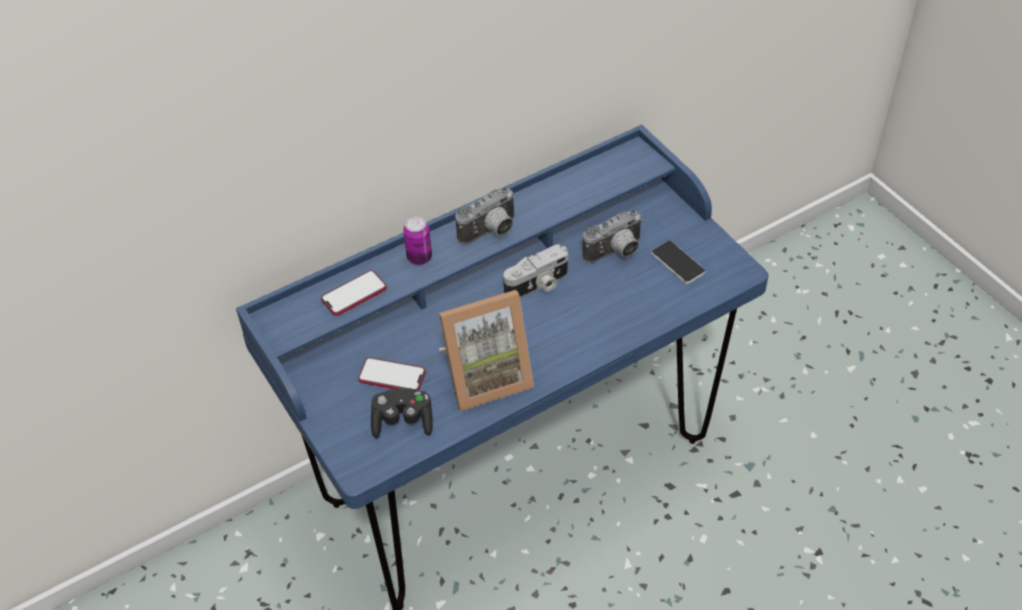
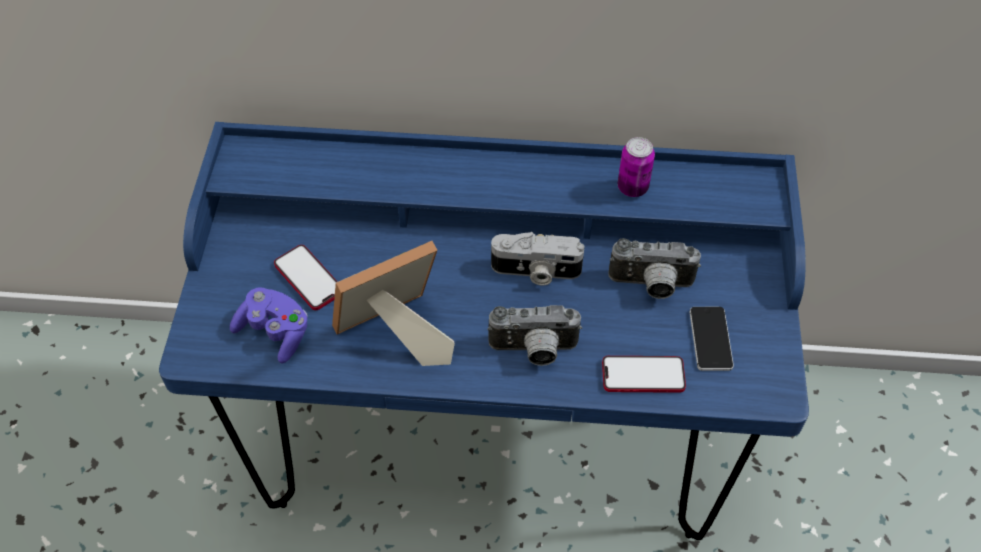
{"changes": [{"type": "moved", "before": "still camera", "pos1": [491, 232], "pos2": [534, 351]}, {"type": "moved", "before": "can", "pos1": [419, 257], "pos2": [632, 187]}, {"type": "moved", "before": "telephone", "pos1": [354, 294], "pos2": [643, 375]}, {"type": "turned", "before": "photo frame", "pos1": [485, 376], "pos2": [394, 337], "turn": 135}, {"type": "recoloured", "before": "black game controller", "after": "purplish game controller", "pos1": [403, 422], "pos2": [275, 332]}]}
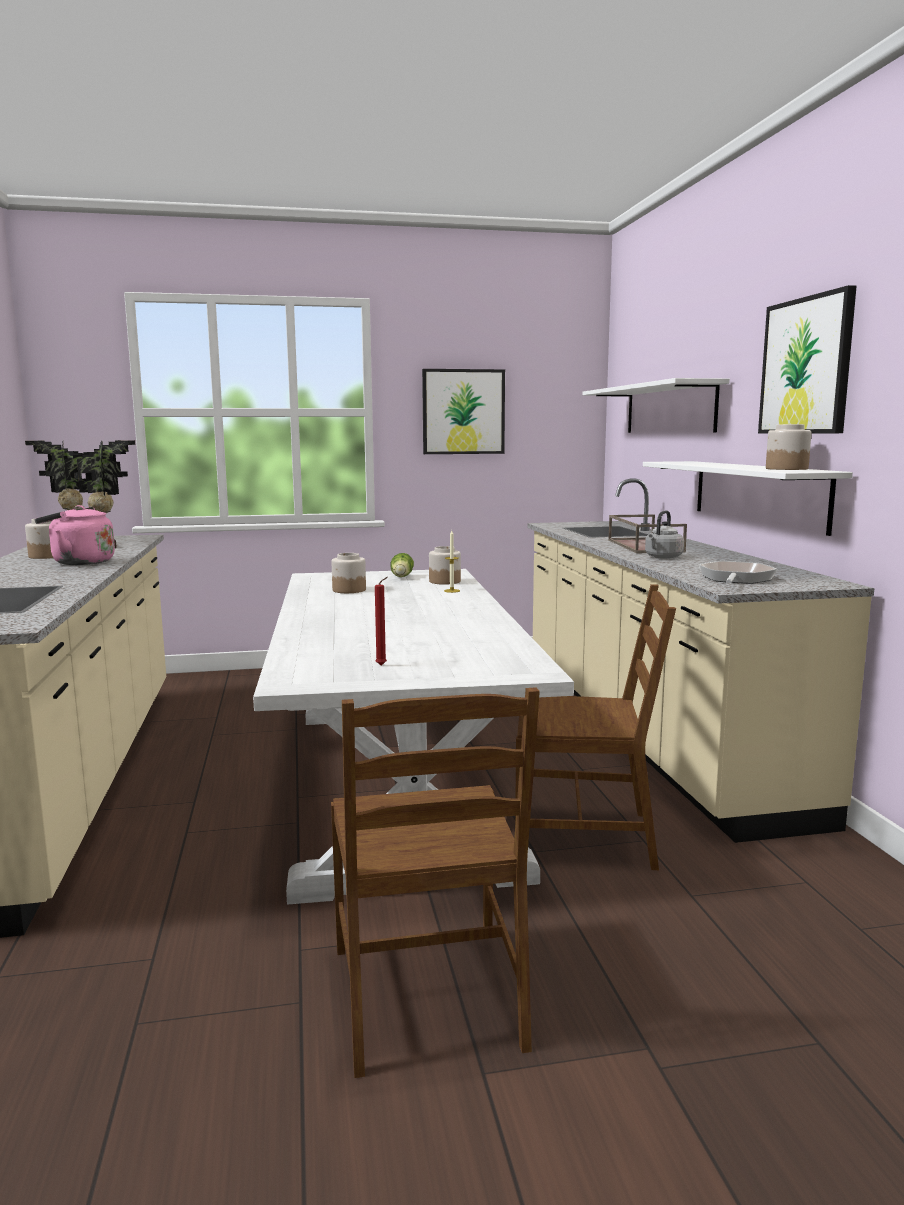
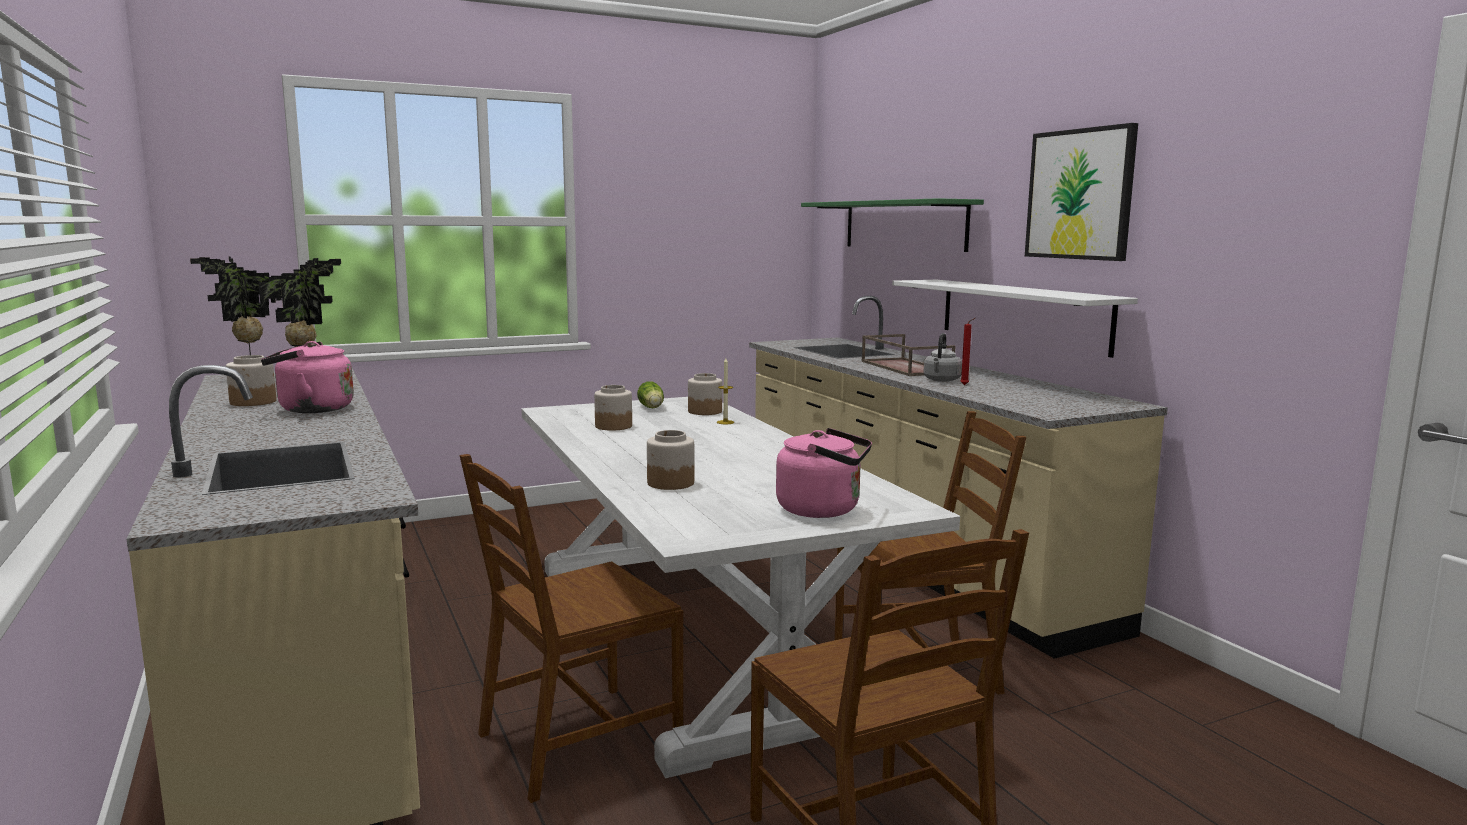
{"changes": [{"type": "removed", "before": "wall picture", "pos1": [463, 412]}, {"type": "recoloured", "before": "whitish bracket shelf", "after": "green bracket shelf", "pos1": [669, 409], "pos2": [903, 225]}, {"type": "moved", "before": "preserve jar", "pos1": [786, 469], "pos2": [670, 483]}, {"type": "removed", "before": "pan", "pos1": [735, 579]}, {"type": "moved", "before": "red wax candle", "pos1": [382, 665], "pos2": [965, 385]}, {"type": "added", "after": "pink kettle", "pos2": [823, 510]}, {"type": "added", "after": "brownish upright chair", "pos2": [577, 742]}]}
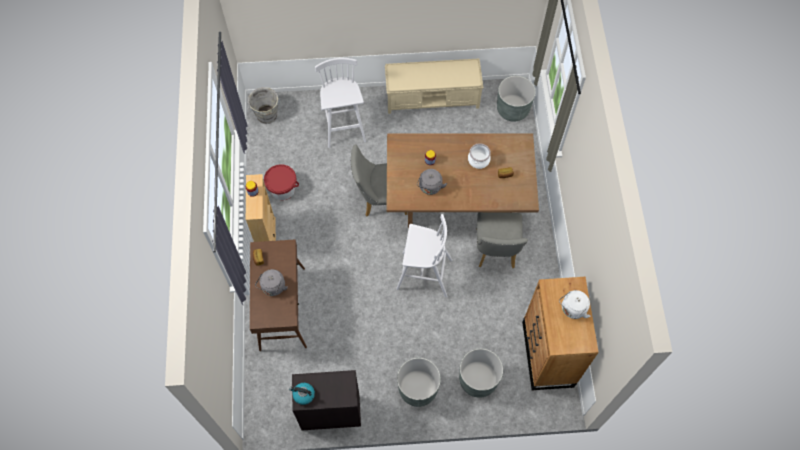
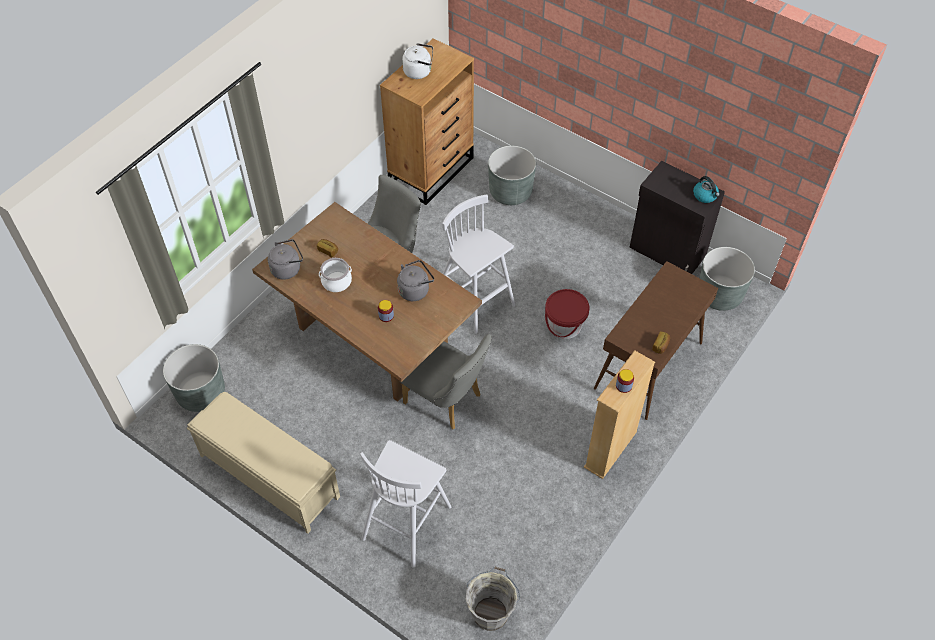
{"changes": [{"type": "moved", "before": "red water bucket", "pos1": [282, 189], "pos2": [564, 325]}, {"type": "moved", "before": "grey kettle", "pos1": [273, 288], "pos2": [287, 268]}, {"type": "moved", "before": "grey plant pot", "pos1": [418, 388], "pos2": [719, 294]}]}
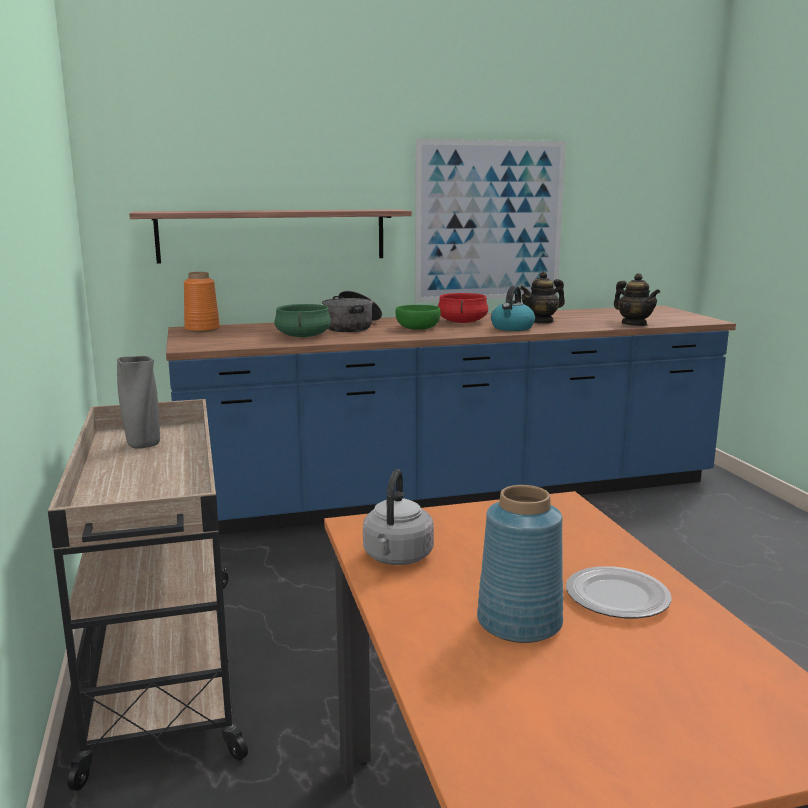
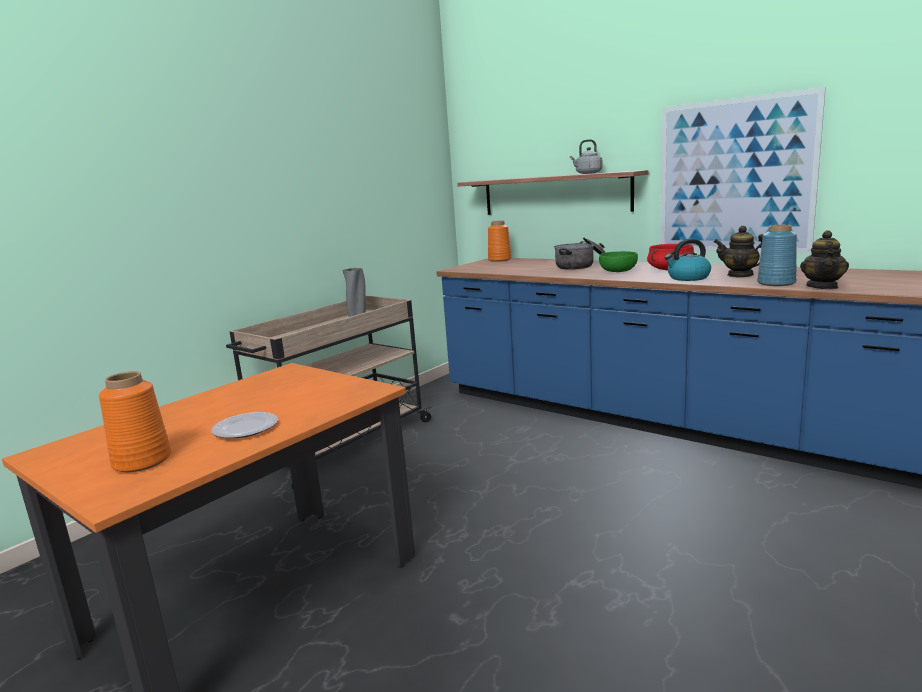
{"changes": [{"type": "removed", "before": "green saucepot", "pos1": [303, 336]}, {"type": "moved", "before": "grey kettle", "pos1": [397, 558], "pos2": [587, 173]}, {"type": "moved", "before": "bluish vase", "pos1": [517, 622], "pos2": [775, 283]}, {"type": "added", "after": "orange vase", "pos2": [142, 461]}]}
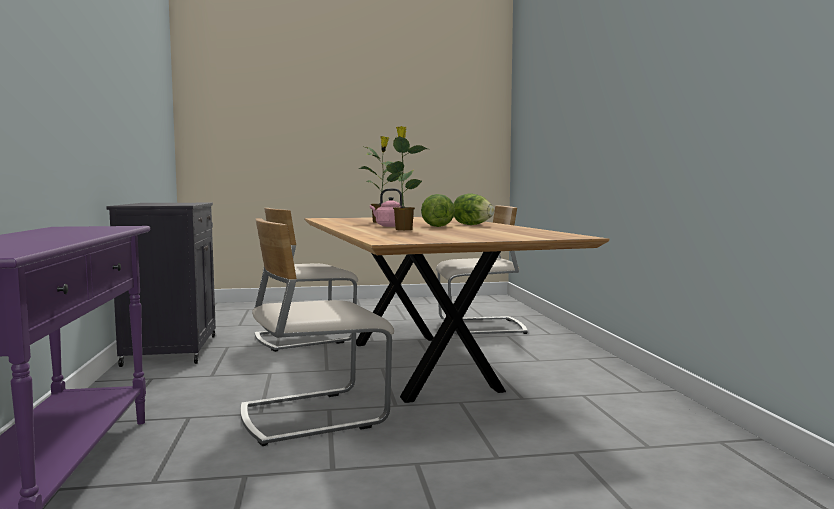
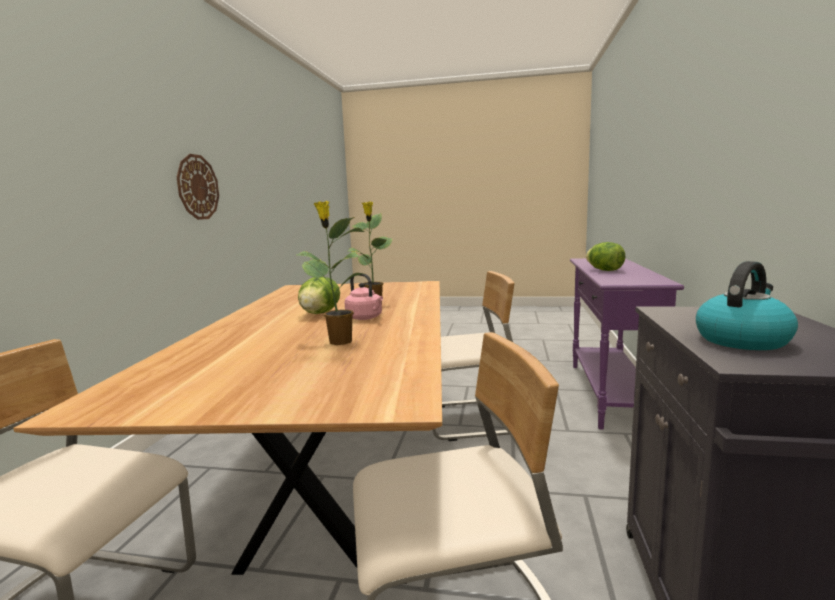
{"changes": [{"type": "moved", "before": "lettuce", "pos1": [472, 225], "pos2": [604, 270]}, {"type": "added", "after": "clock on the wall", "pos2": [198, 187]}, {"type": "added", "after": "kettle", "pos2": [742, 340]}]}
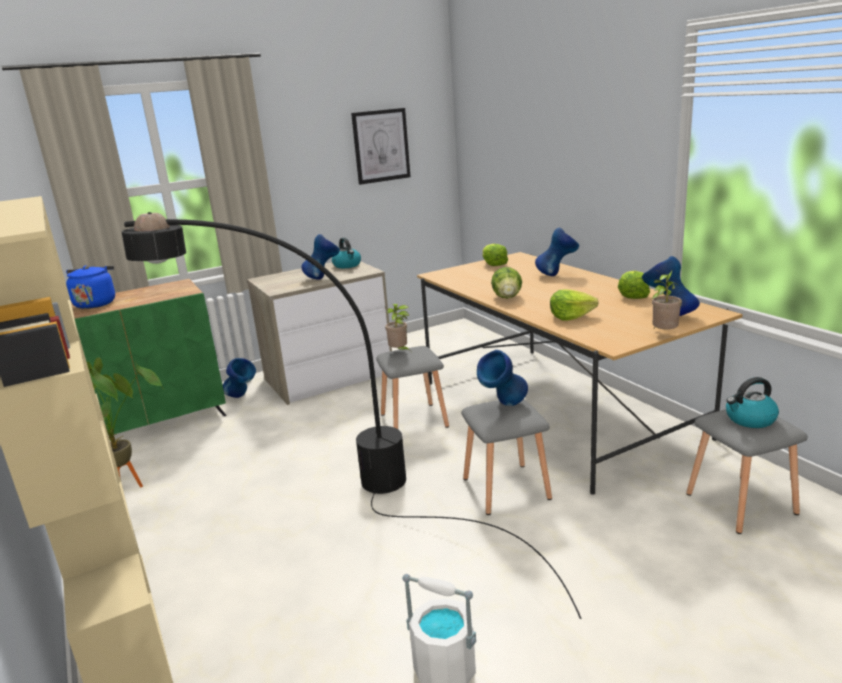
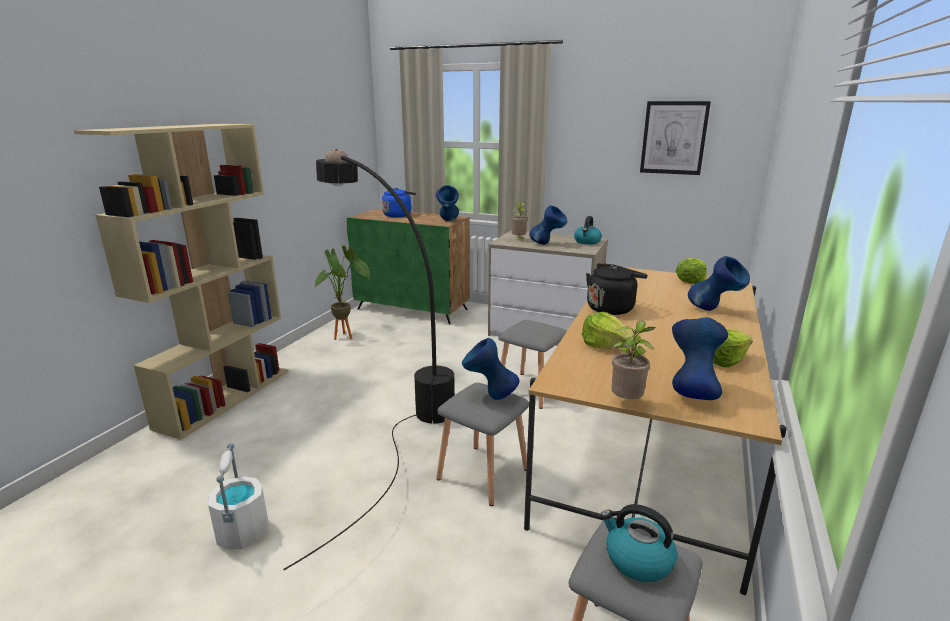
{"changes": [{"type": "replaced", "before": "lettuce", "after": "black kettle", "pos1": [507, 297], "pos2": [611, 308]}, {"type": "moved", "before": "plant in a pot", "pos1": [399, 351], "pos2": [519, 239]}, {"type": "moved", "before": "bluish vase", "pos1": [242, 397], "pos2": [448, 221]}]}
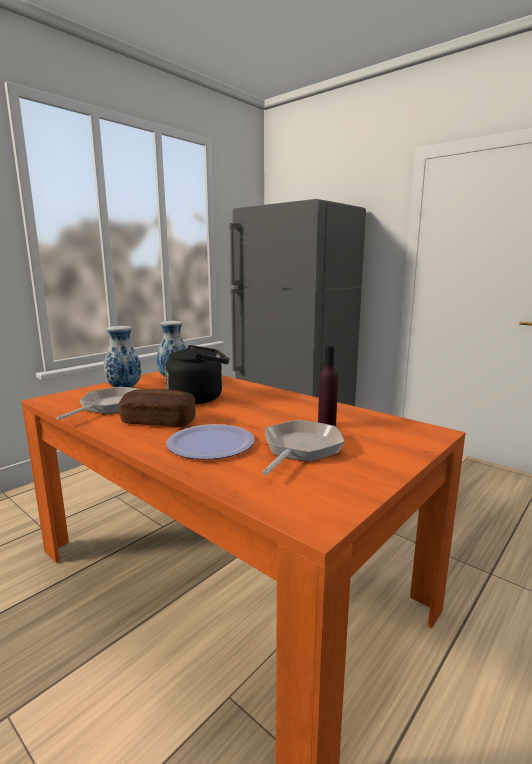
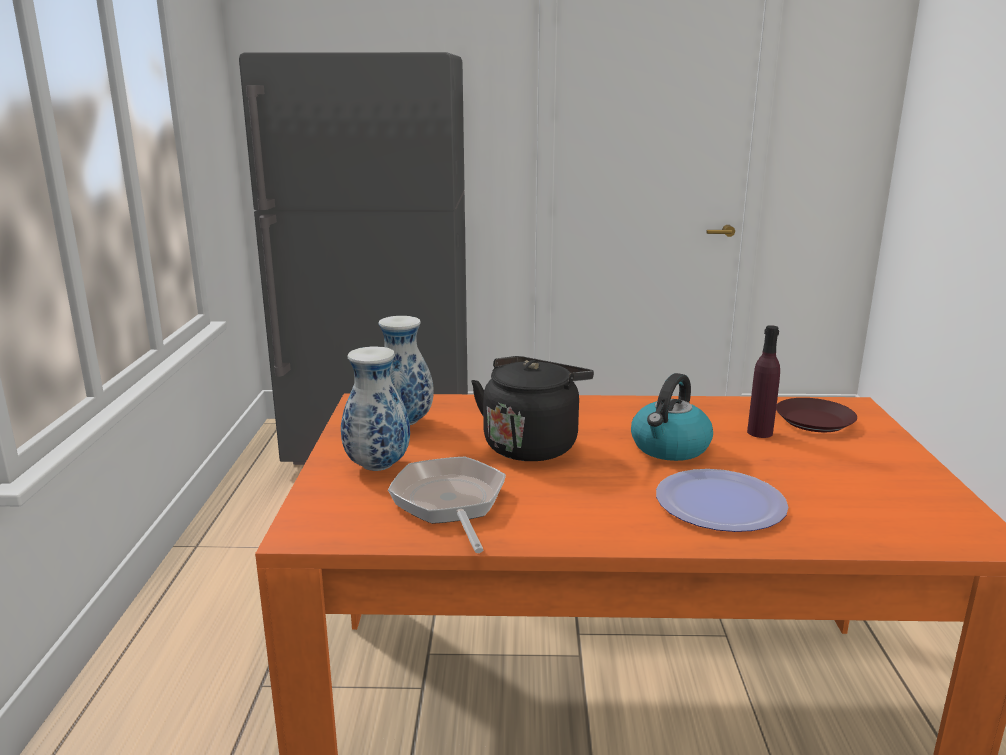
{"changes": [{"type": "removed", "before": "baked bread", "pos1": [159, 421]}, {"type": "removed", "before": "pan", "pos1": [300, 449]}, {"type": "added", "after": "kettle", "pos2": [670, 448]}, {"type": "added", "after": "brownish flat dish", "pos2": [813, 421]}]}
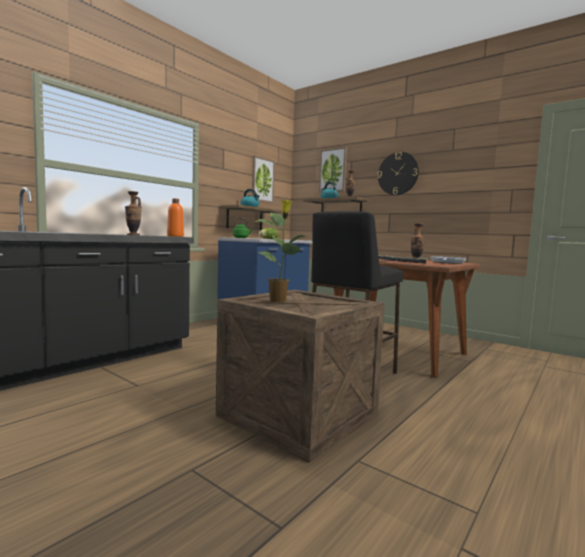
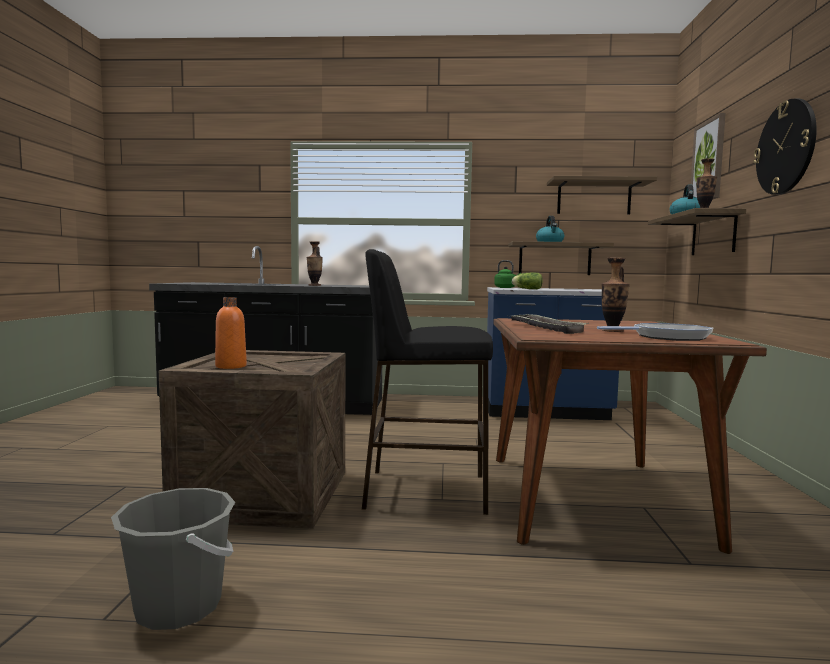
{"changes": [{"type": "replaced", "before": "wall picture", "after": "bracket shelf", "pos1": [262, 180], "pos2": [594, 198]}, {"type": "moved", "before": "orange drink bottle", "pos1": [175, 236], "pos2": [231, 366]}, {"type": "removed", "before": "plant in a pot", "pos1": [279, 301]}, {"type": "added", "after": "grey water bucket", "pos2": [178, 606]}]}
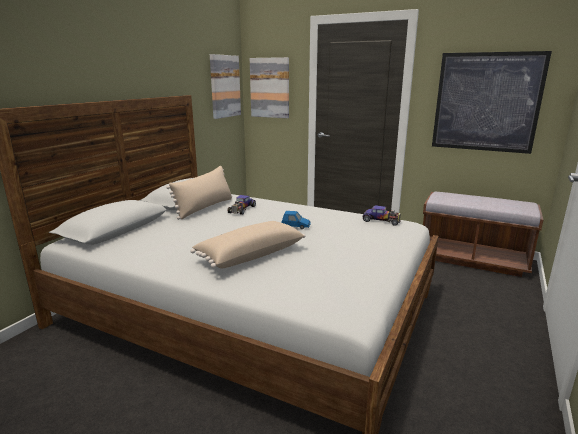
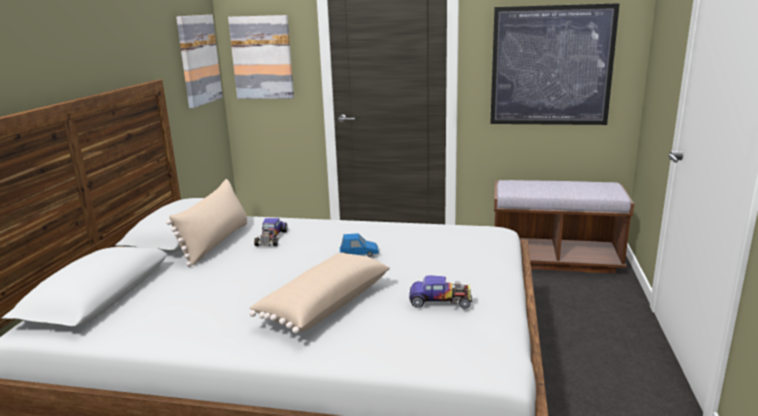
{"changes": [{"type": "moved", "before": "miniature car", "pos1": [381, 220], "pos2": [440, 300]}]}
